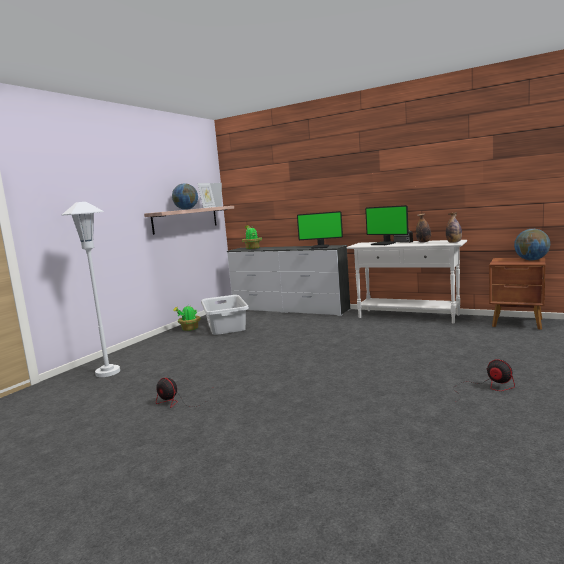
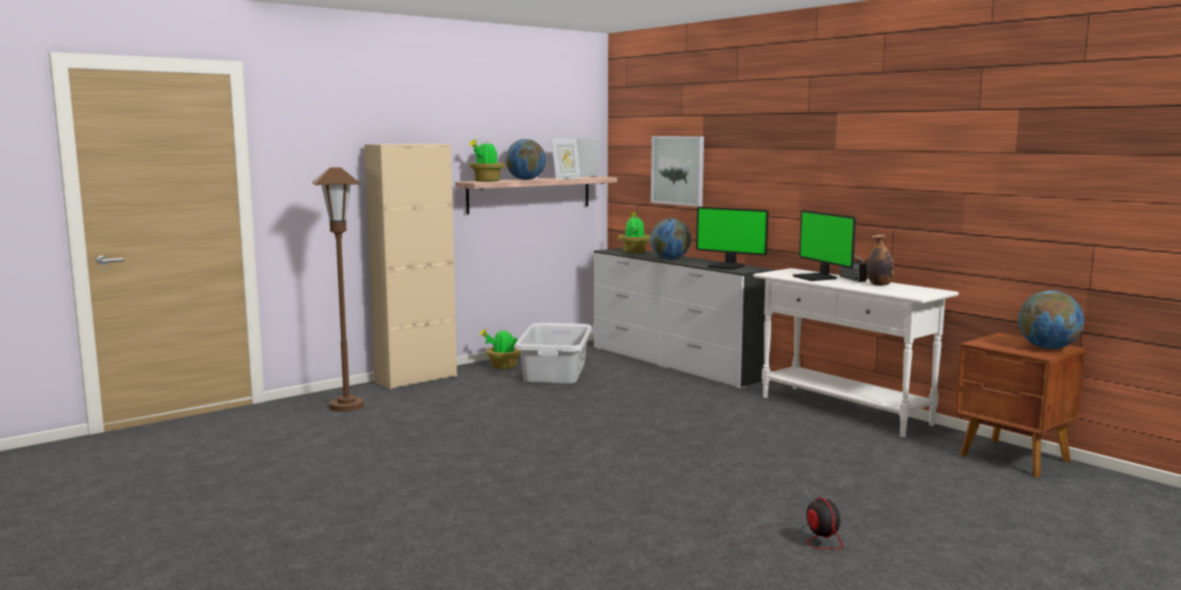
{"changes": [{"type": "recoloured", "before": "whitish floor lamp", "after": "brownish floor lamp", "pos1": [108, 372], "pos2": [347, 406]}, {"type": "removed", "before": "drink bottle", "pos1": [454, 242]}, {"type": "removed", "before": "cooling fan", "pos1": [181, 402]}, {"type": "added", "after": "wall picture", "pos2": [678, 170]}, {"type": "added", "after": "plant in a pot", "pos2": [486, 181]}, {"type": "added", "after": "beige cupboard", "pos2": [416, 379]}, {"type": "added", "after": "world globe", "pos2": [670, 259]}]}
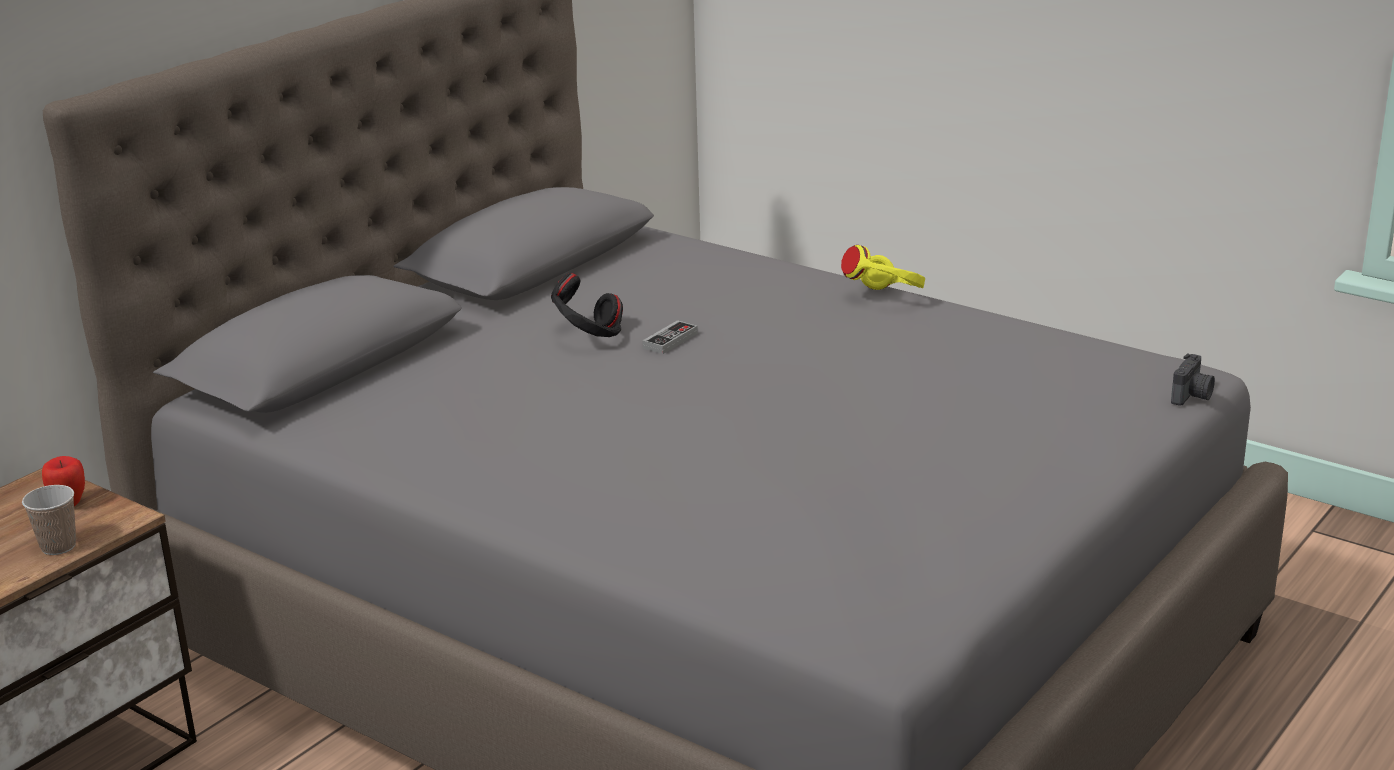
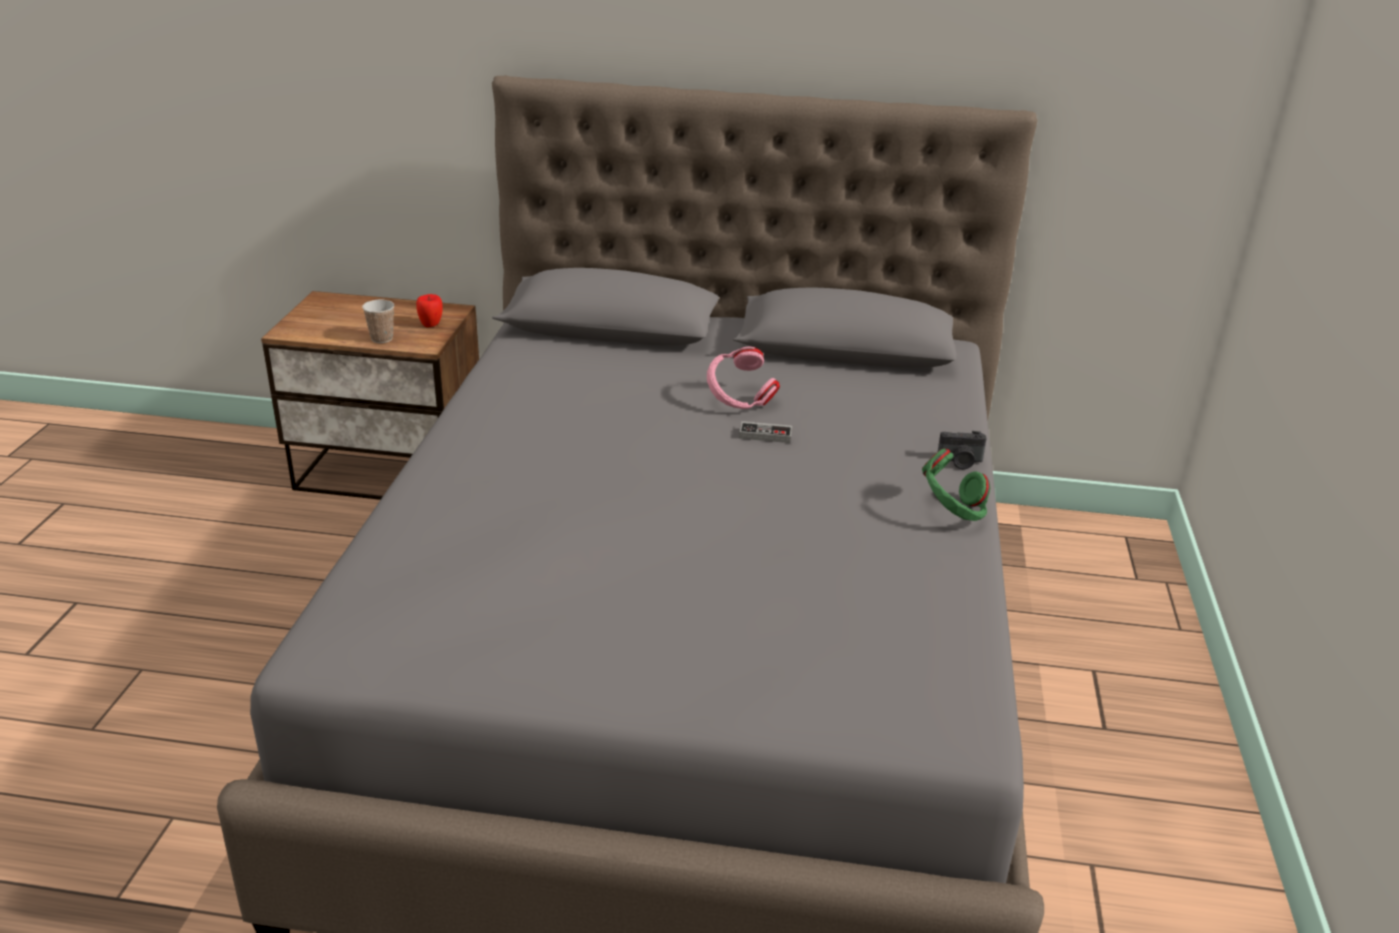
{"changes": [{"type": "recoloured", "before": "yellowish headphones", "after": "green headphones", "pos1": [885, 299], "pos2": [952, 513]}, {"type": "recoloured", "before": "black headphones", "after": "pink headphones", "pos1": [588, 337], "pos2": [739, 402]}, {"type": "moved", "before": "still camera", "pos1": [1192, 396], "pos2": [960, 462]}]}
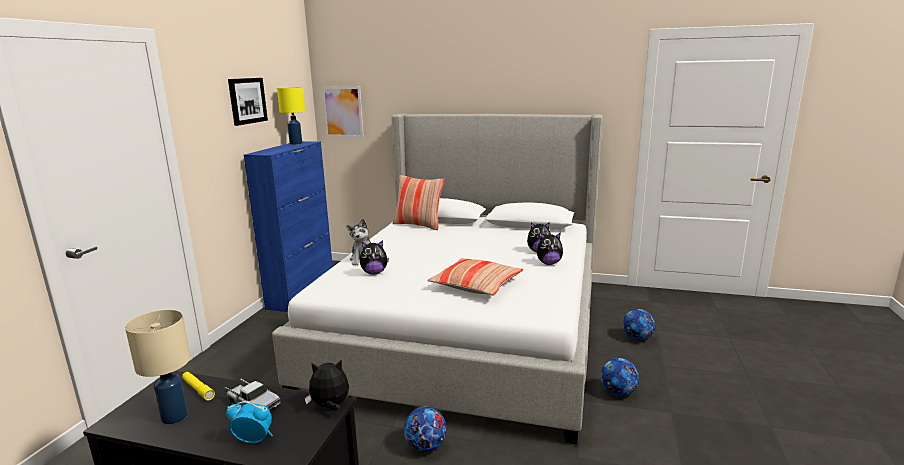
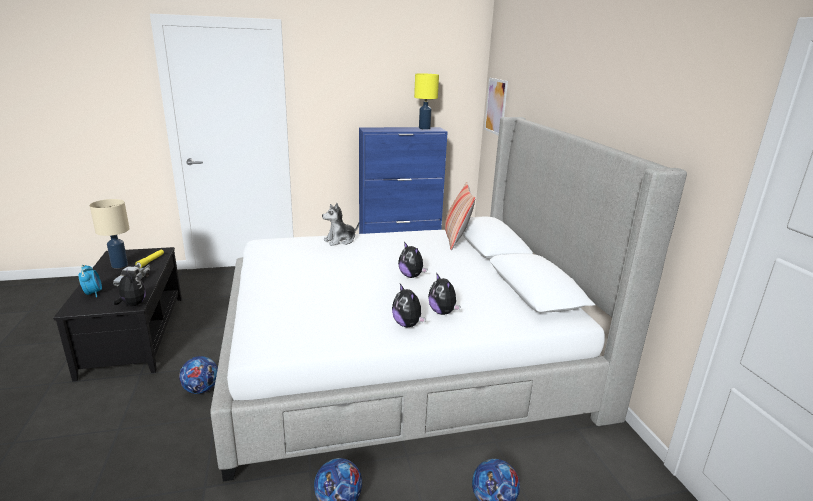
{"changes": [{"type": "removed", "before": "wall picture", "pos1": [247, 100]}, {"type": "moved", "before": "plush toy", "pos1": [374, 273], "pos2": [411, 276]}, {"type": "removed", "before": "throw pillow", "pos1": [476, 285]}]}
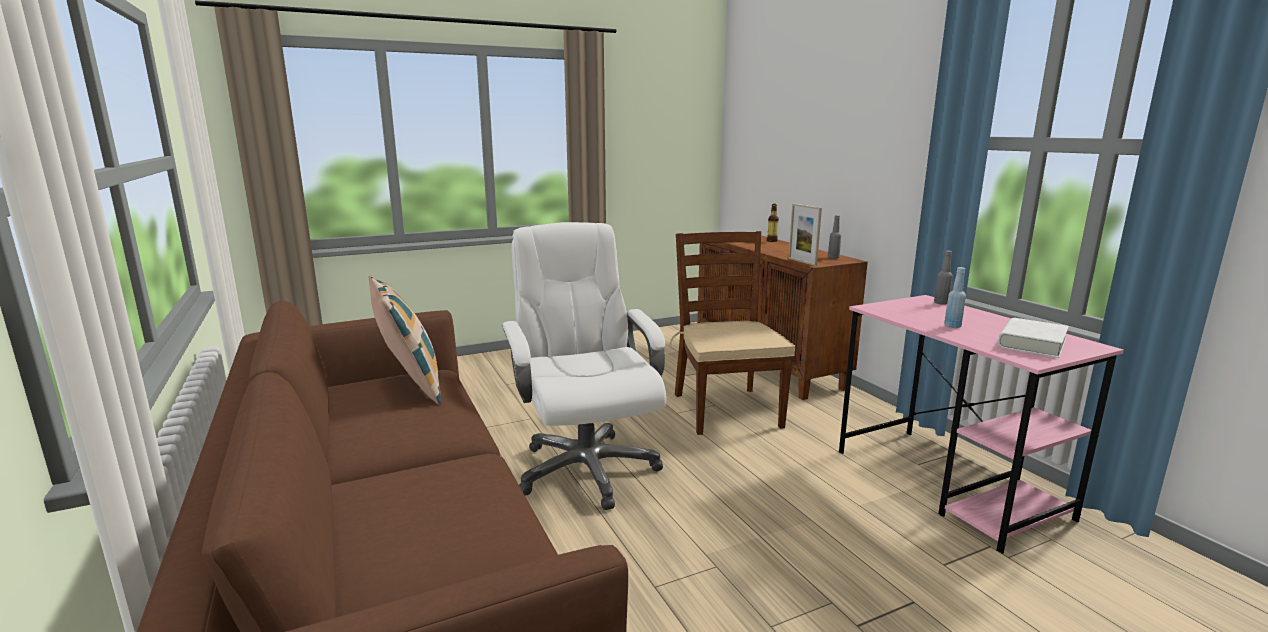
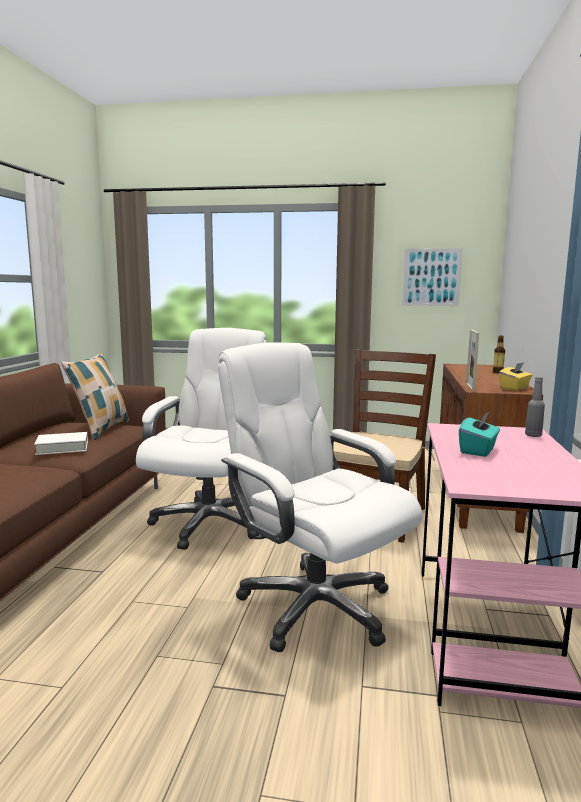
{"changes": [{"type": "replaced", "before": "grey drink bottle", "after": "yellowish tissue box", "pos1": [833, 257], "pos2": [514, 388]}, {"type": "replaced", "before": "bluish drink bottle", "after": "blue-green tissue box", "pos1": [952, 326], "pos2": [478, 450]}, {"type": "moved", "before": "whitish volume", "pos1": [1031, 344], "pos2": [62, 448]}, {"type": "added", "after": "wall picture", "pos2": [431, 277]}, {"type": "added", "after": "whitish computer chair", "pos2": [314, 606]}]}
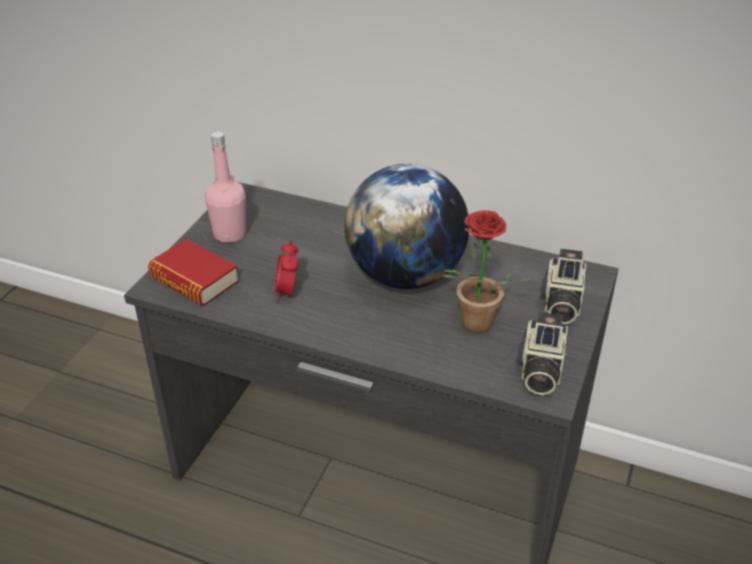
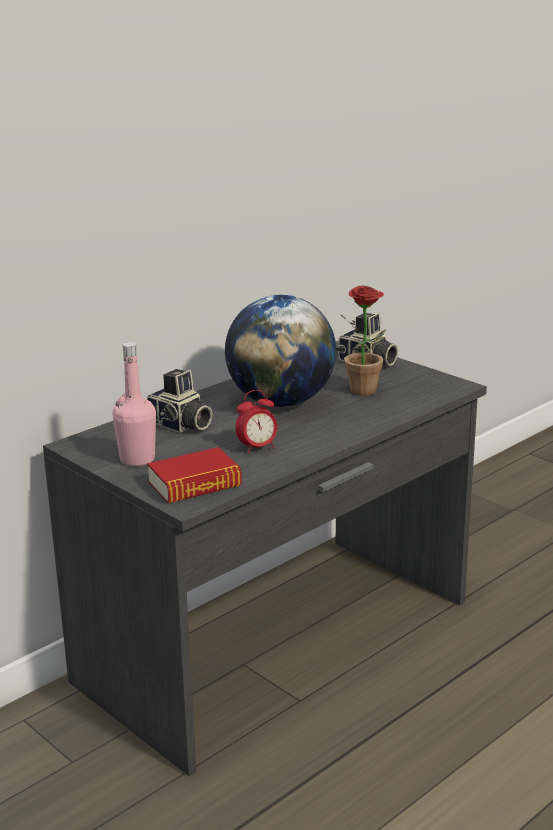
{"changes": [{"type": "turned", "before": "alarm clock", "pos1": [287, 292], "pos2": [257, 448], "turn": -45}, {"type": "moved", "before": "still camera", "pos1": [539, 371], "pos2": [179, 425]}]}
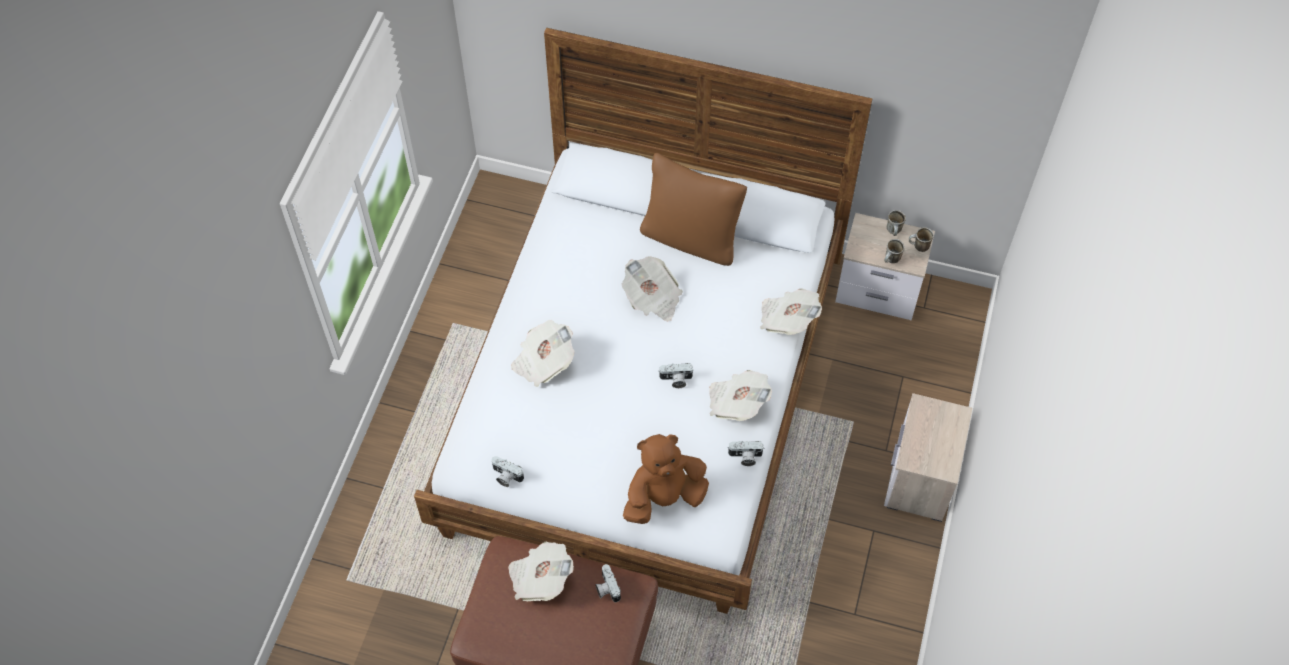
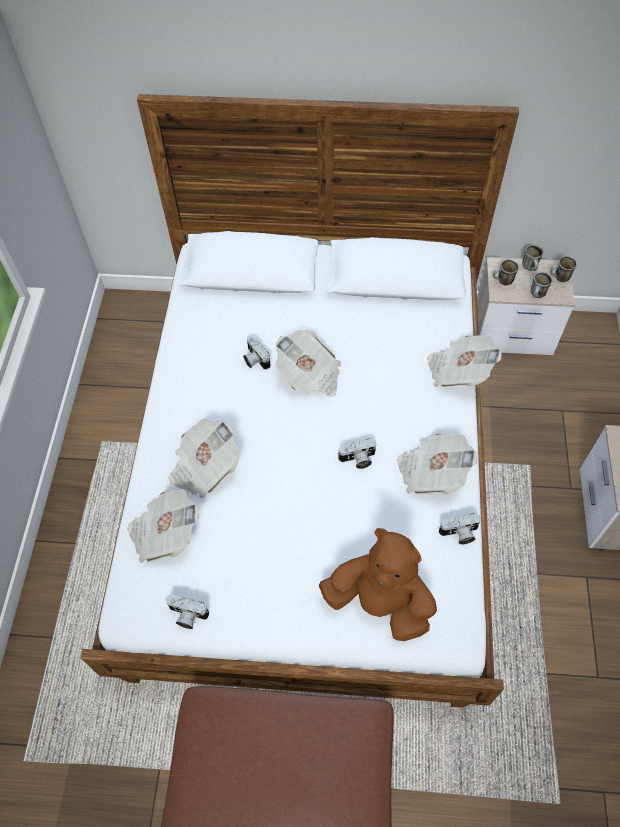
{"changes": [{"type": "removed", "before": "brownish throw pillow", "pos1": [691, 238]}, {"type": "turned", "before": "brownish plush toy", "pos1": [664, 497], "pos2": [380, 602], "turn": 60}, {"type": "moved", "before": "daily paper", "pos1": [540, 578], "pos2": [165, 533]}, {"type": "moved", "before": "still camera", "pos1": [606, 588], "pos2": [255, 359]}, {"type": "added", "after": "coffee mug", "pos2": [502, 282]}]}
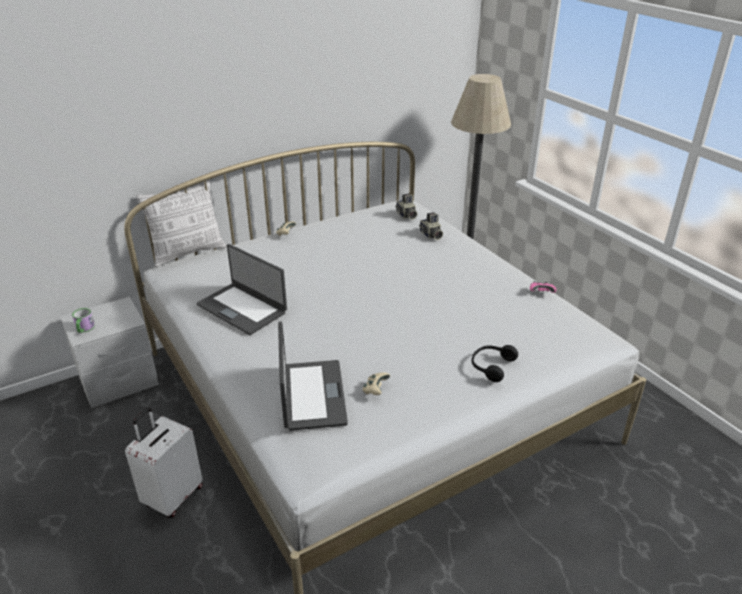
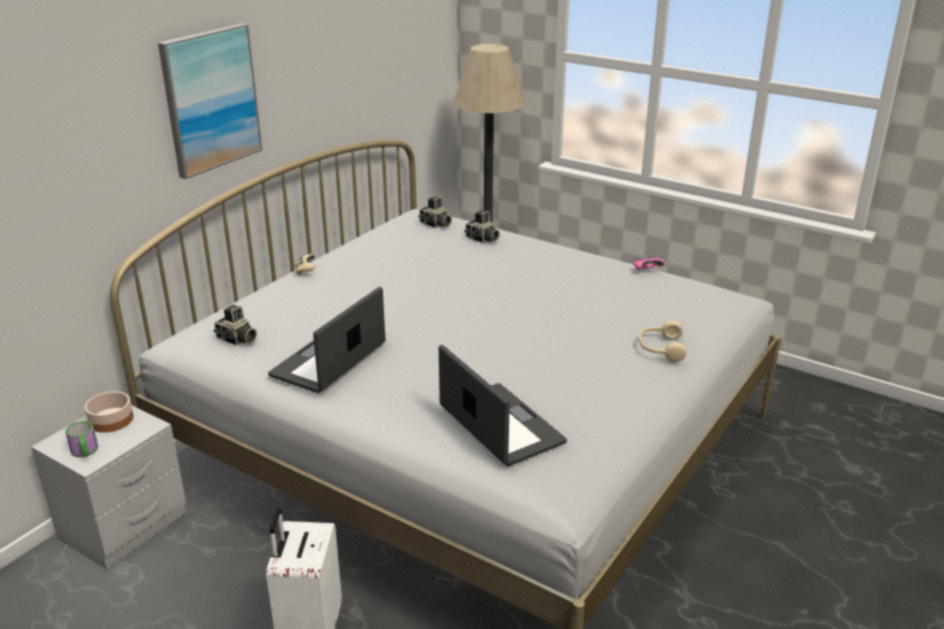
{"changes": [{"type": "removed", "before": "throw pillow", "pos1": [188, 253]}, {"type": "turned", "before": "portable computer", "pos1": [242, 308], "pos2": [330, 360], "turn": 105}, {"type": "recoloured", "before": "black headphones", "after": "beige headphones", "pos1": [491, 366], "pos2": [660, 348]}, {"type": "removed", "before": "beige game controller", "pos1": [375, 390]}, {"type": "added", "after": "wall picture", "pos2": [210, 99]}, {"type": "added", "after": "still camera", "pos2": [237, 340]}, {"type": "added", "after": "serving bowl", "pos2": [110, 420]}]}
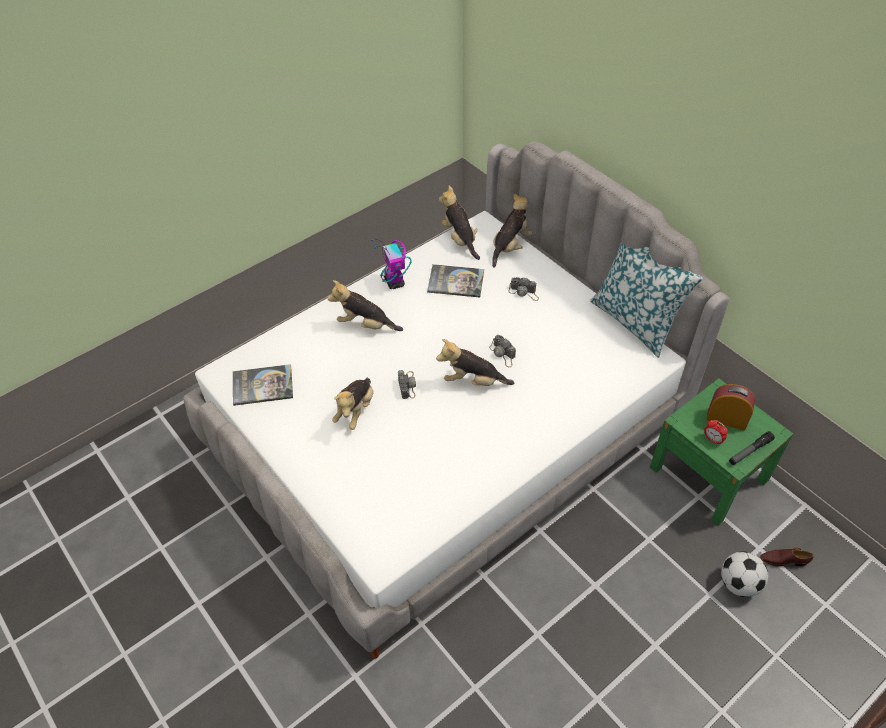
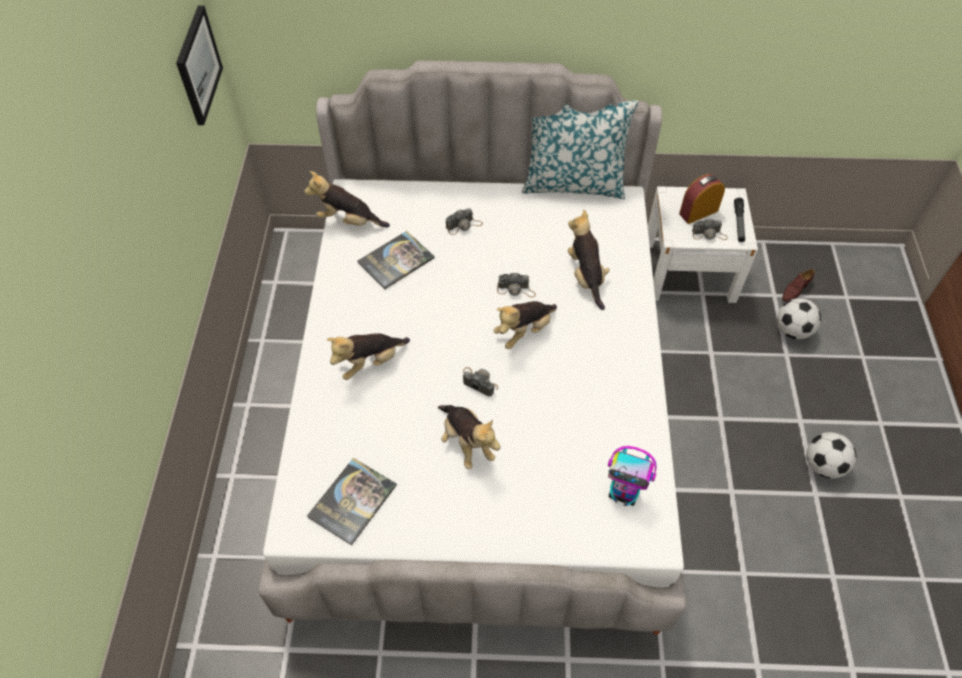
{"changes": [{"type": "moved", "before": "plush toy", "pos1": [510, 246], "pos2": [586, 276]}, {"type": "moved", "before": "toy robot", "pos1": [394, 282], "pos2": [624, 493]}, {"type": "recoloured", "before": "green nightstand", "after": "whitish nightstand", "pos1": [708, 474], "pos2": [689, 271]}, {"type": "replaced", "before": "alarm clock", "after": "still camera", "pos1": [712, 439], "pos2": [709, 234]}, {"type": "added", "after": "wall picture", "pos2": [197, 65]}, {"type": "added", "after": "football", "pos2": [823, 465]}]}
